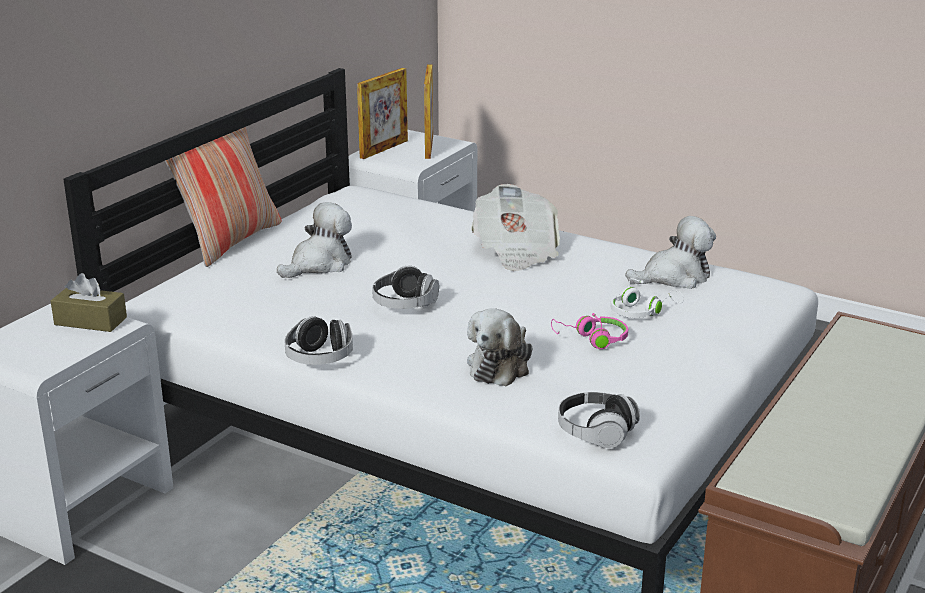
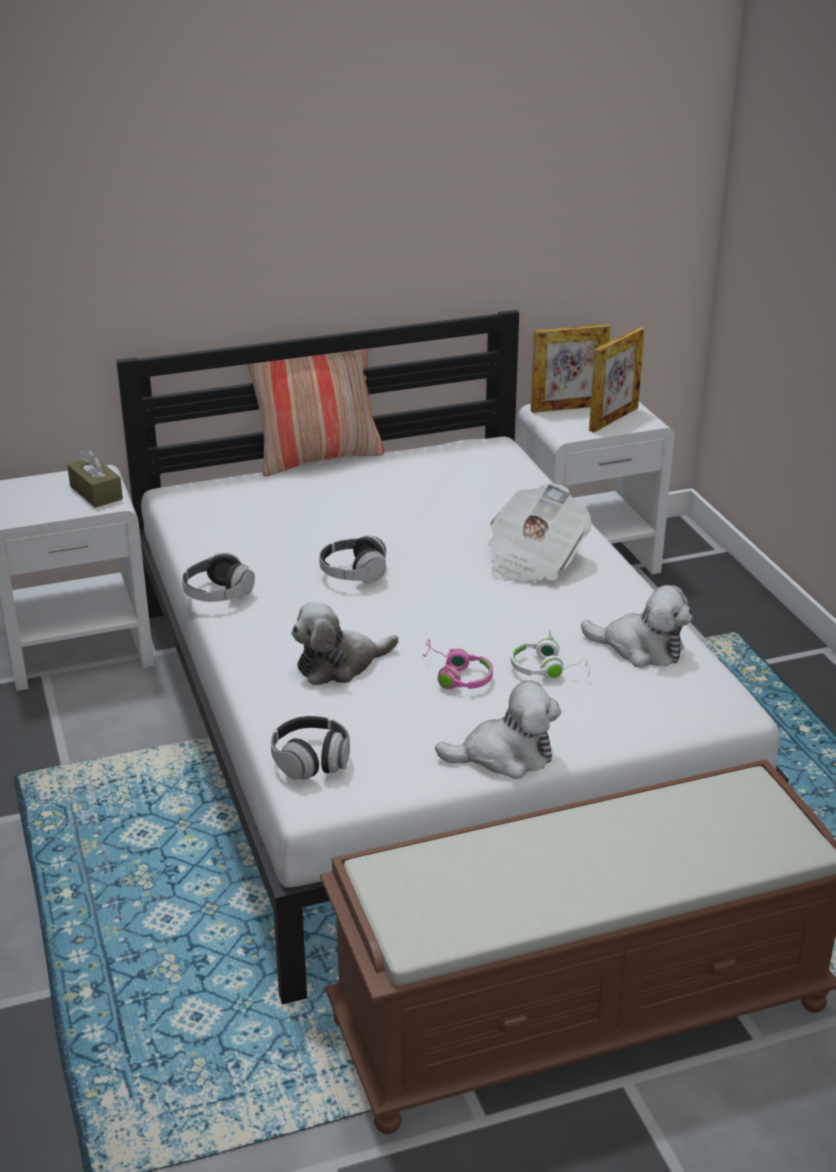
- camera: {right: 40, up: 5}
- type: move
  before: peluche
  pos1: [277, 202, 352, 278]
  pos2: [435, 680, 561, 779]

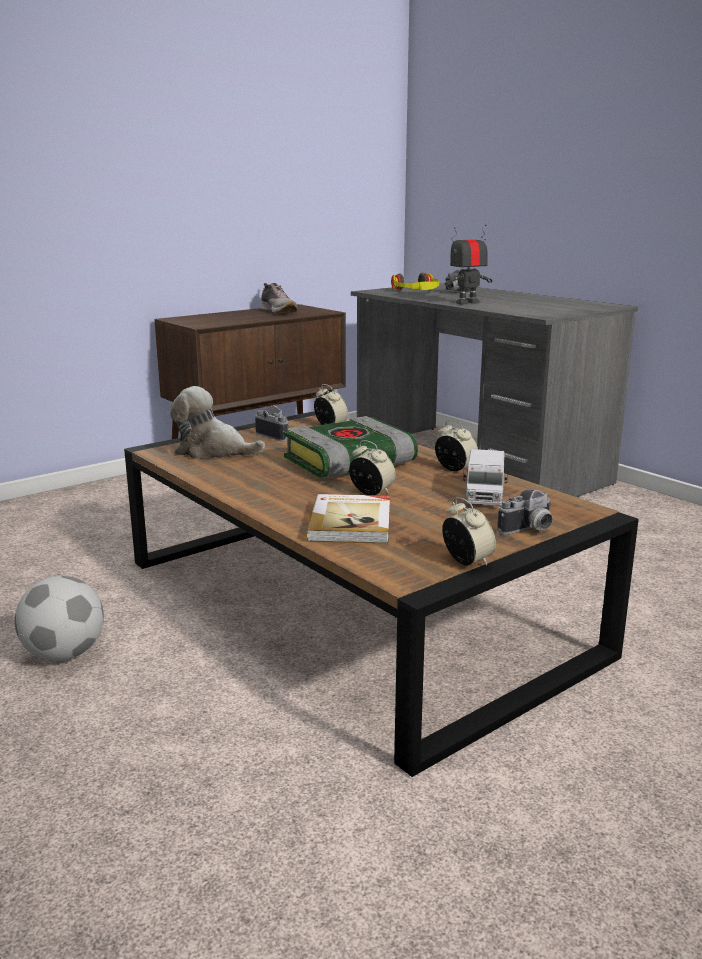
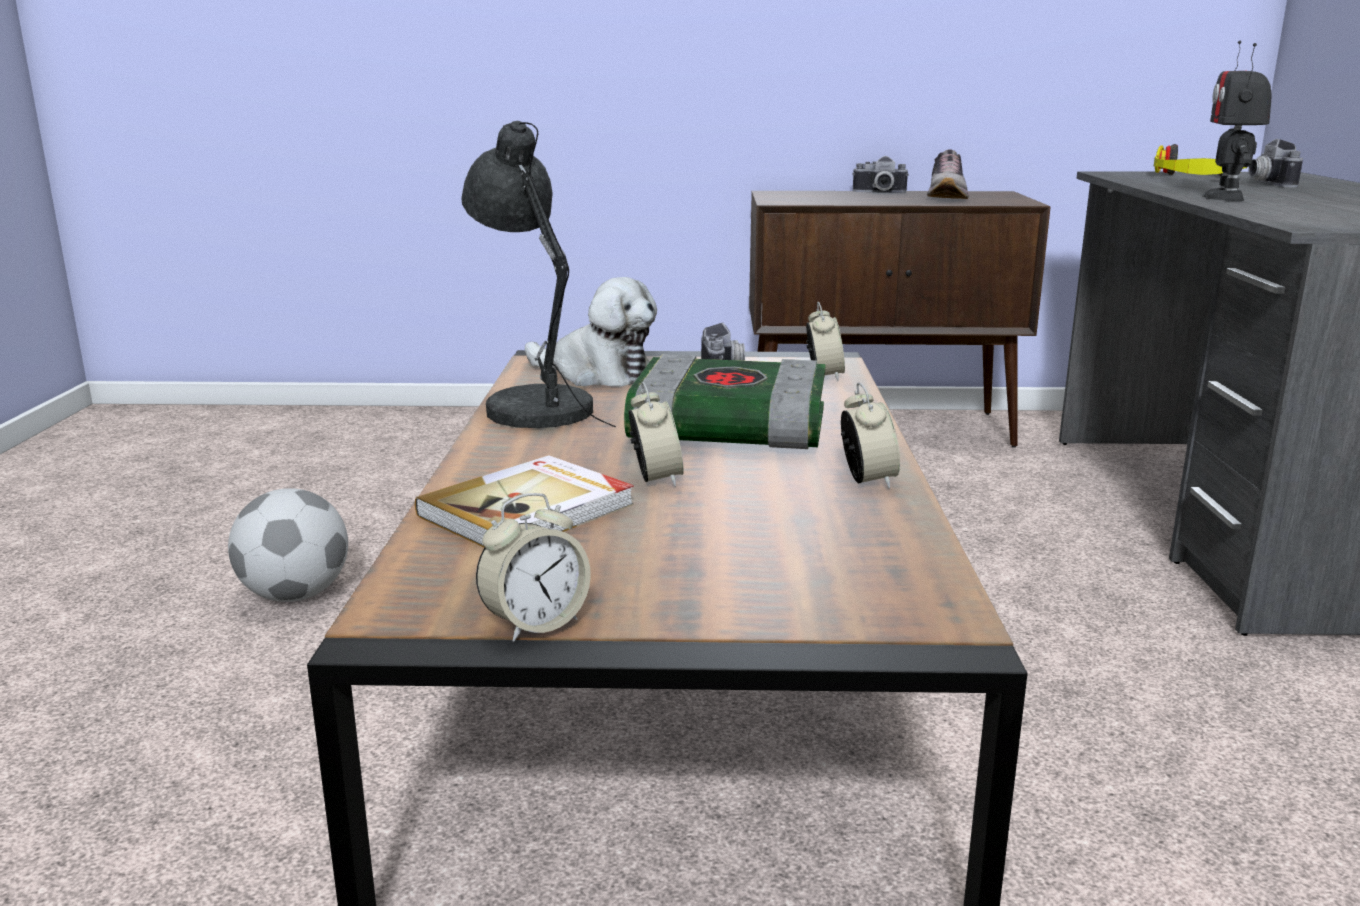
- camera: {right: 40, up: 0}
- type: rotate
  before: peluche
  pos1: [170, 386, 265, 459]
  pos2: [525, 277, 657, 387]
  turn: 150
- type: rotate
  before: despertador
  pos1: [442, 497, 496, 566]
  pos2: [476, 493, 591, 642]
  turn: 45
- type: rotate
  before: robot de juguete
  pos1: [445, 224, 492, 304]
  pos2: [1202, 41, 1271, 201]
  turn: -90
- type: delete
  before: camión de juguete
  pos1: [463, 449, 508, 505]
- type: move
  before: cámara
  pos1: [497, 490, 553, 535]
  pos2: [852, 156, 909, 193]
- type: insert
  after: lámpara de mesa [gris]
  pos2: [461, 121, 616, 428]

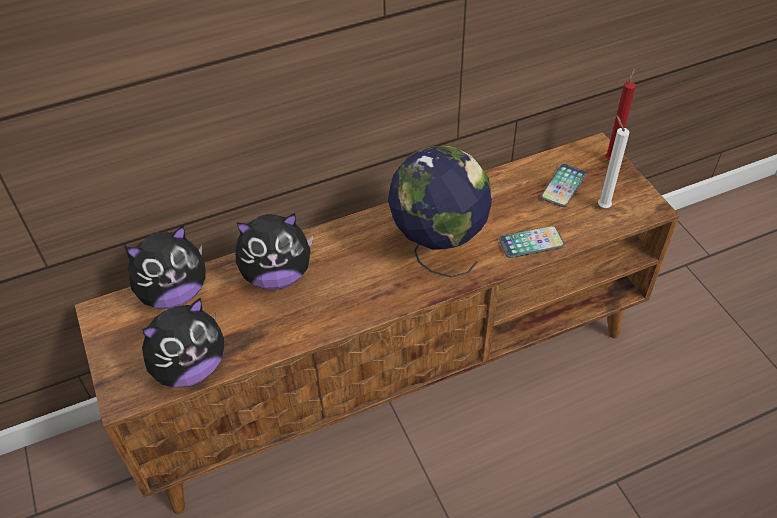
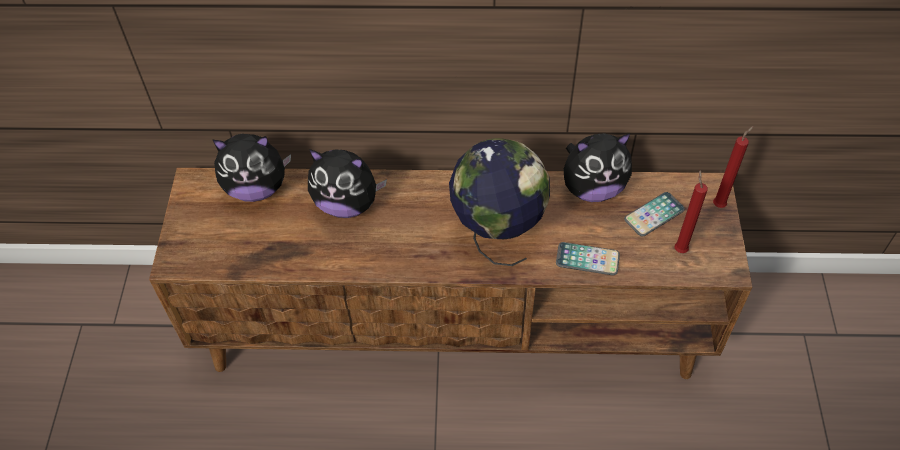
- camera: {right: 25, up: 5}
- type: move
  before: peluche
  pos1: [142, 298, 224, 387]
  pos2: [564, 133, 632, 202]
- type: recolor
  before: vela [blanco]
  after: vela [rojo]
  pos1: [598, 115, 629, 208]
  pos2: [675, 170, 708, 253]

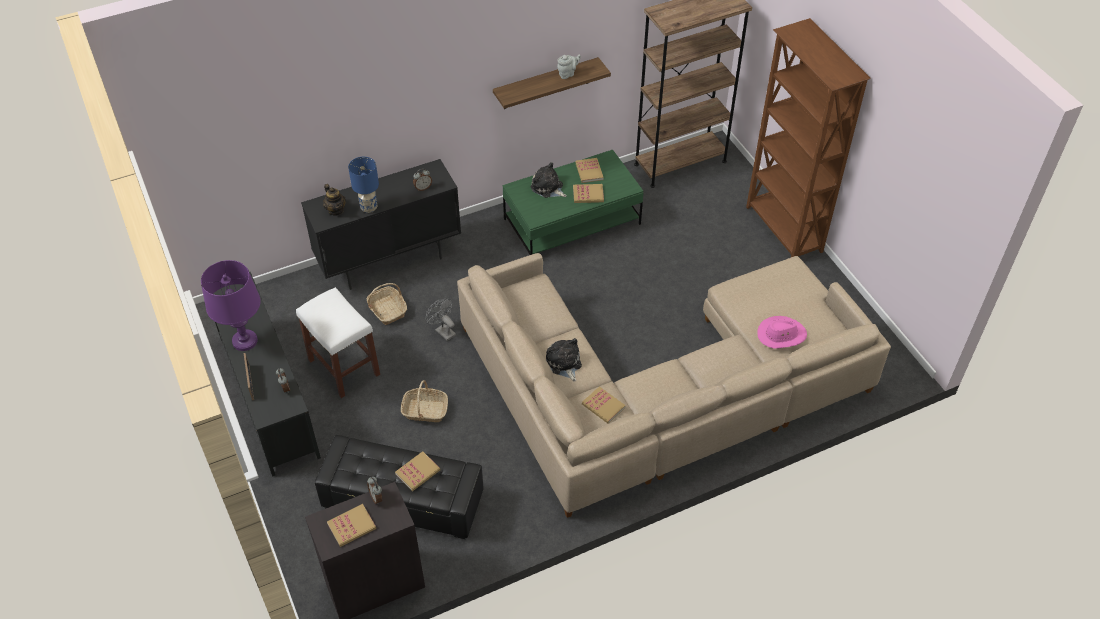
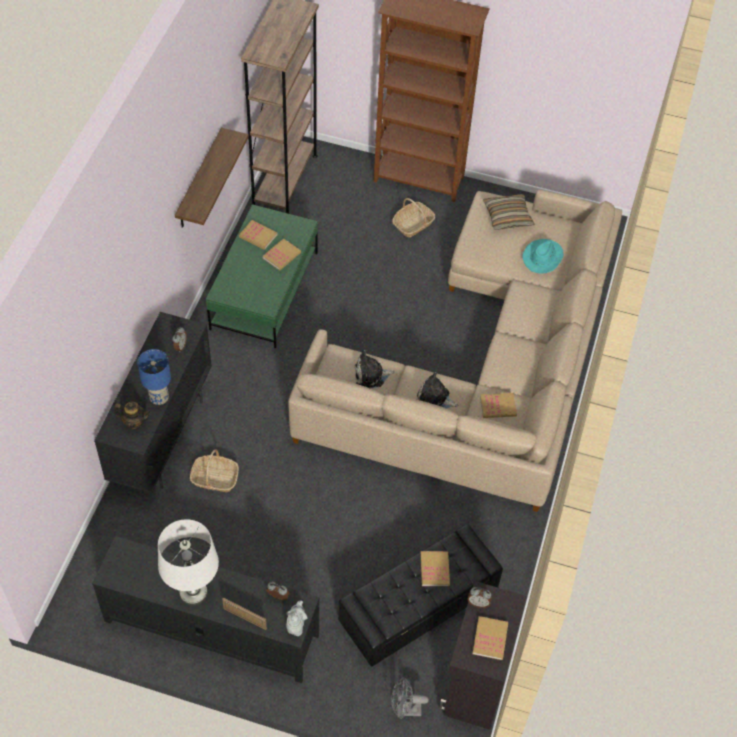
- camera: {right: -50, up: 5}
- type: recolor
  before: lámpara de mesa [morado]
  after: lámpara de mesa [blanco]
  pos1: [201, 260, 261, 351]
  pos2: [158, 519, 219, 606]
- type: delete
  before: taburete [blanco]
  pos1: [296, 287, 380, 398]
- type: move
  before: cesta
  pos1: [401, 380, 448, 422]
  pos2: [392, 198, 435, 237]
- type: move
  before: ventilador [gris]
  pos1: [425, 299, 456, 341]
  pos2: [391, 677, 429, 719]
- type: move
  before: peluche
  pos1: [531, 162, 566, 198]
  pos2: [355, 350, 395, 389]
- type: move
  before: tetera [gris]
  pos1: [557, 55, 581, 79]
  pos2: [286, 601, 308, 636]
- type: recolor
  before: sombrero [rosa]
  after: sombrero [turquesa]
  pos1: [757, 316, 807, 349]
  pos2: [522, 239, 563, 274]
- type: insert
  after: cojín
  pos2: [483, 194, 535, 230]

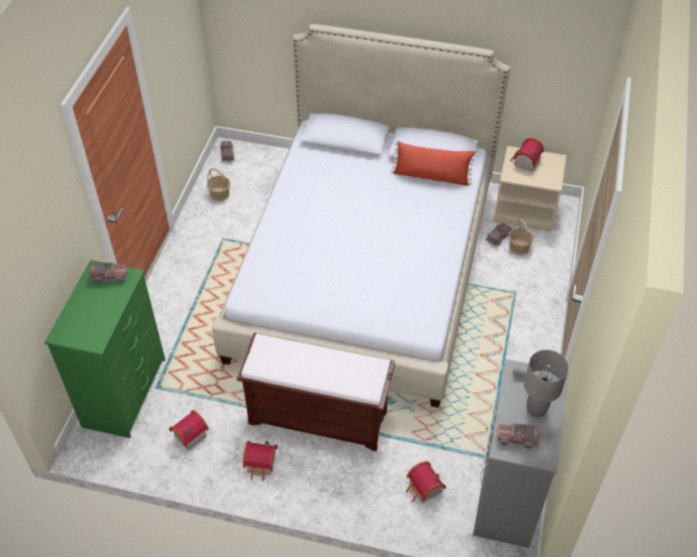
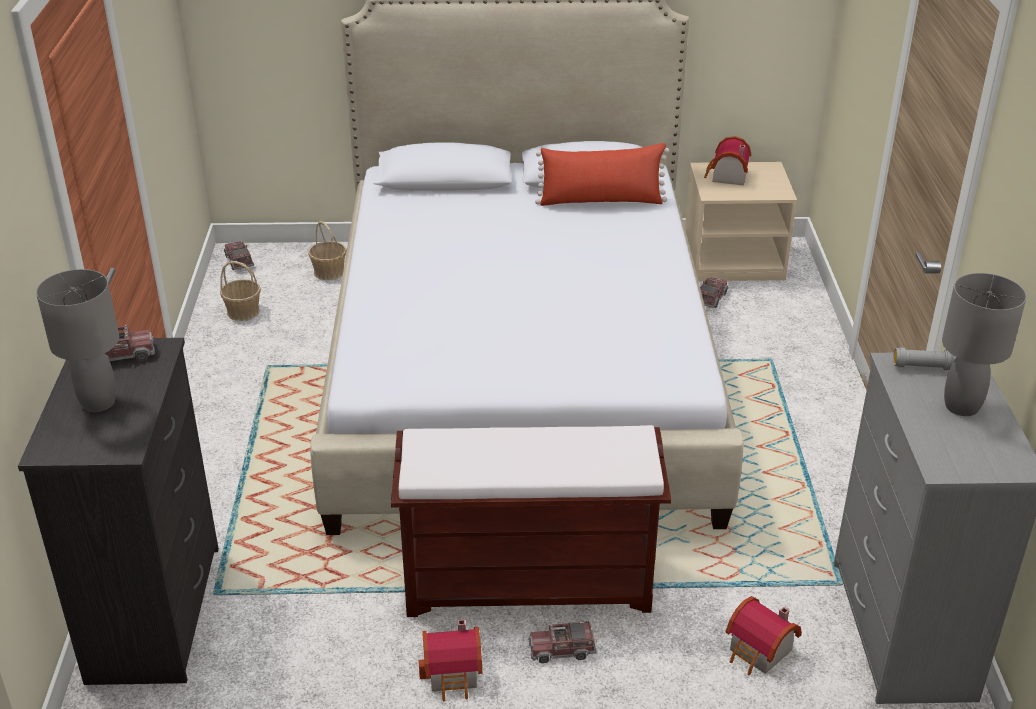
- camera: {right: -15, up: -15}
- type: recolor
  before: cómoda [verde]
  after: cómoda [negro]
  pos1: [44, 260, 165, 438]
  pos2: [18, 338, 219, 685]
- type: delete
  before: casita
  pos1: [169, 410, 209, 450]
- type: move
  before: camión de juguete
  pos1: [497, 423, 539, 449]
  pos2: [529, 621, 597, 663]
- type: move
  before: cesta
  pos1: [509, 219, 534, 255]
  pos2: [308, 221, 347, 280]
- type: insert
  after: lámpara de mesa [gris]
  pos2: [36, 269, 119, 412]

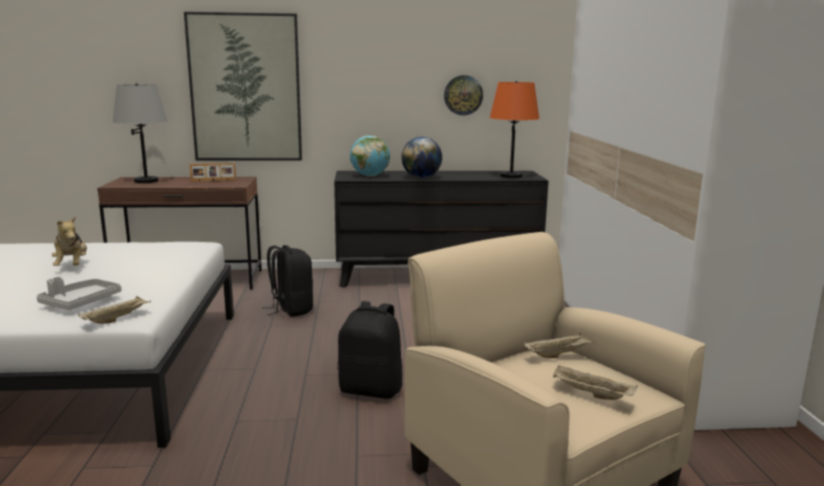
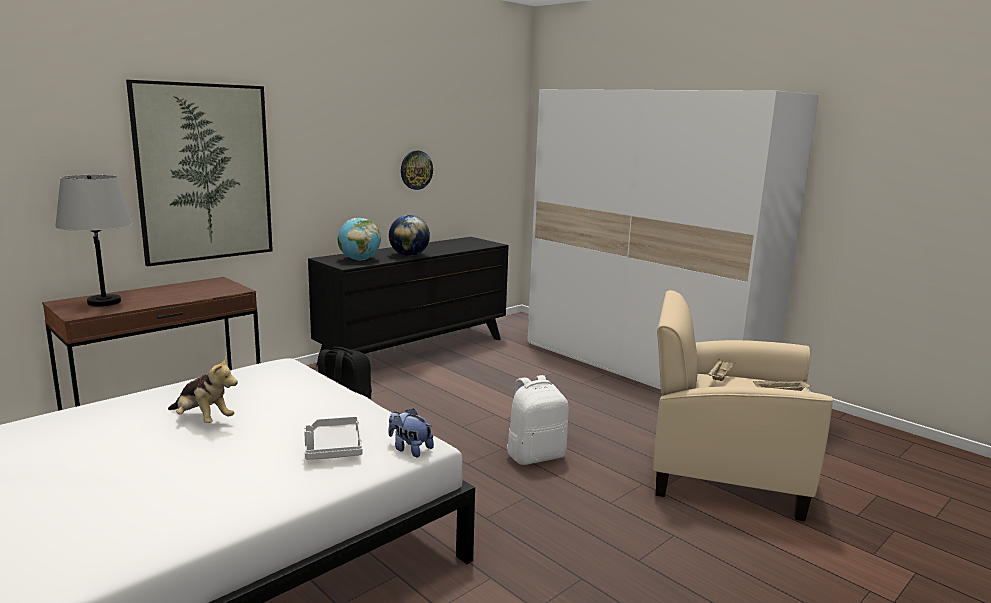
- camera: {right: -40, up: 0}
- type: replace
  before: bandeja [beis]
  after: peluche
  pos1: [78, 296, 151, 324]
  pos2: [388, 408, 434, 457]
- type: delete
  before: portarretratos
  pos1: [190, 163, 236, 182]
- type: recolor
  before: mochila [negro]
  after: mochila [blanco]
  pos1: [337, 301, 403, 399]
  pos2: [507, 375, 569, 465]
- type: delete
  before: lámpara de mesa [naranja]
  pos1: [490, 81, 540, 178]

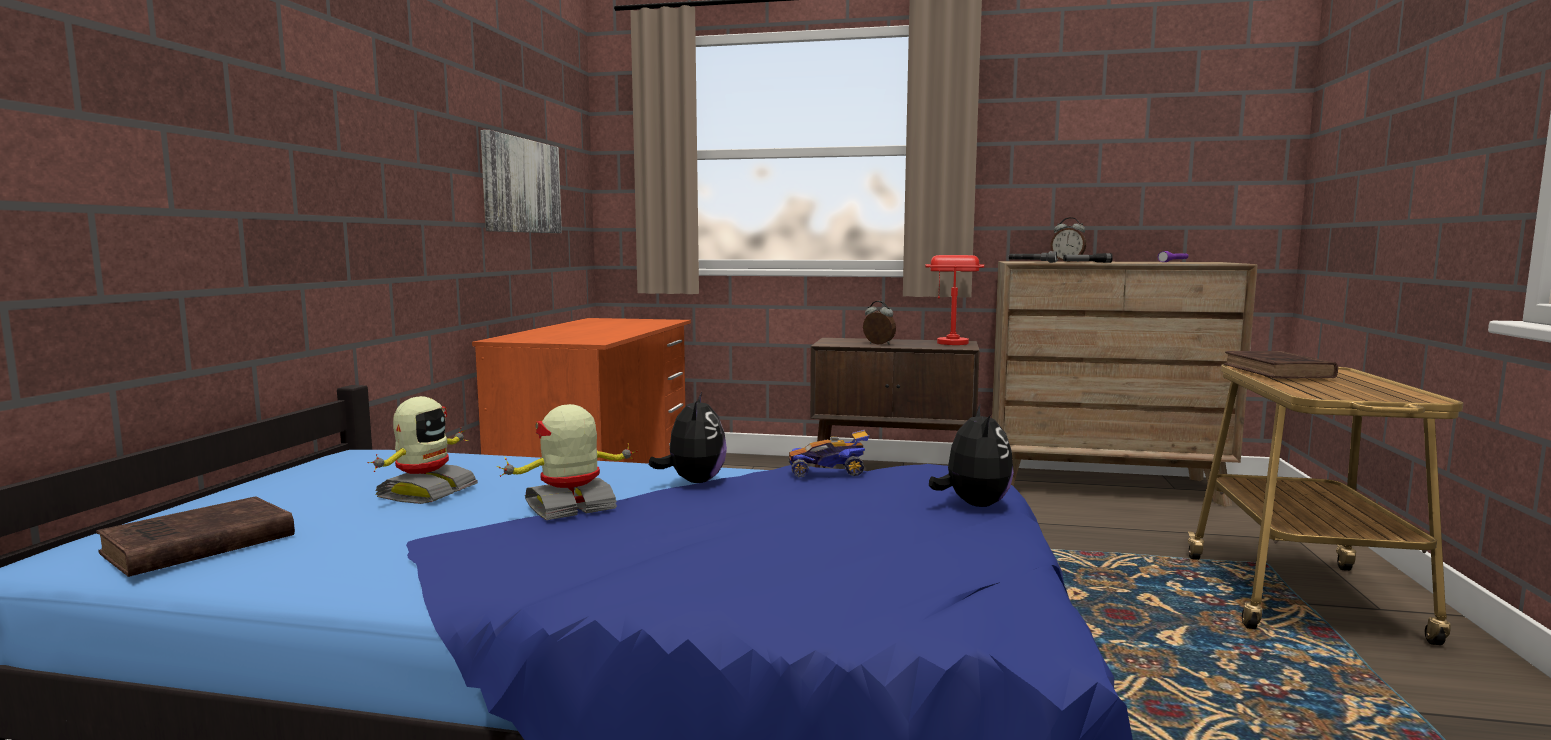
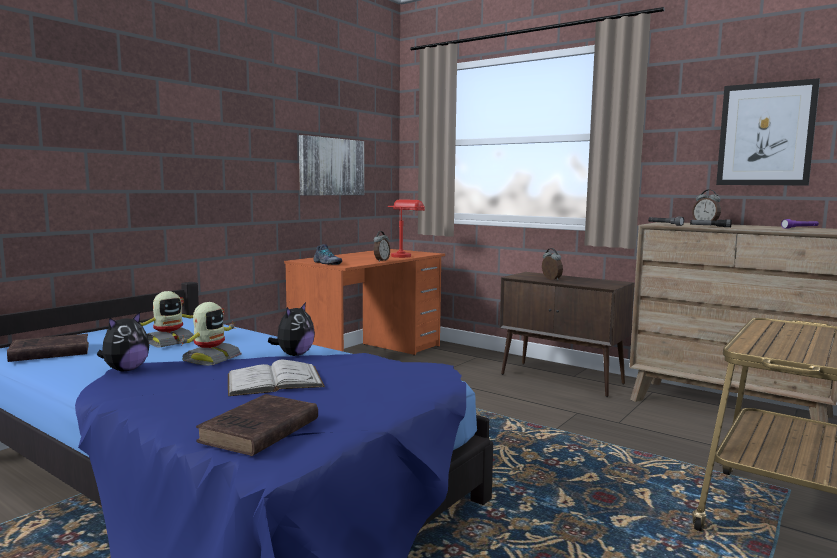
- camera: {right: 25, up: 0}
- type: rotate
  before: robot de juguete
  pos1: [497, 404, 637, 520]
  pos2: [178, 302, 242, 366]
  turn: 120
- type: delete
  before: coche de juguete
  pos1: [788, 430, 869, 478]
- type: move
  before: lámpara de mesa [rojo]
  pos1: [925, 255, 984, 345]
  pos2: [388, 199, 425, 258]
- type: move
  before: peluche
  pos1: [929, 405, 1014, 507]
  pos2: [97, 312, 149, 371]
- type: move
  before: libro [marrón]
  pos1: [1224, 351, 1338, 378]
  pos2: [196, 394, 318, 456]
- type: insert
  after: libro [blanco]
  pos2: [228, 360, 325, 396]
- type: insert
  after: zapato
  pos2: [313, 244, 342, 265]
- type: insert
  after: despertador
  pos2: [374, 231, 390, 262]
- type: insert
  after: cuadro
  pos2: [716, 78, 820, 186]

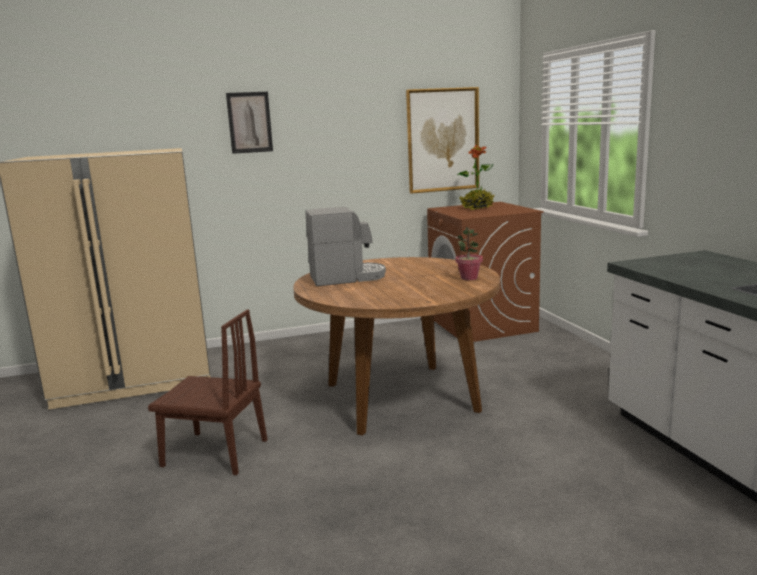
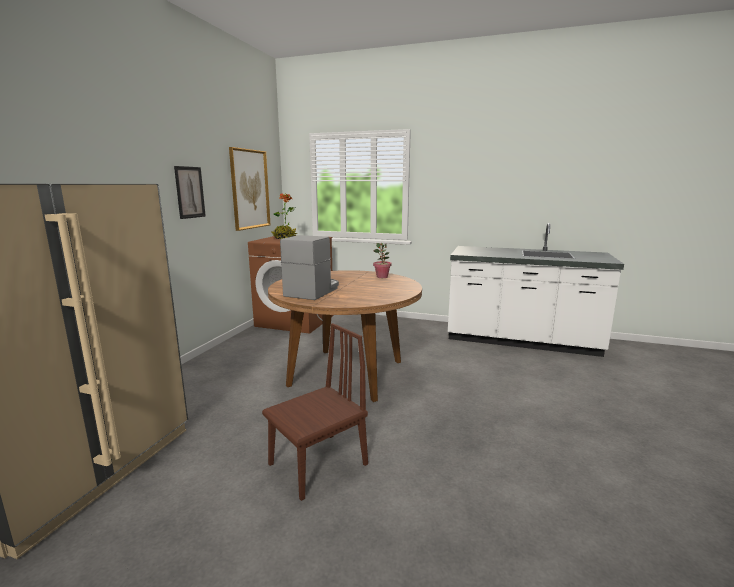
- camera: {right: -55, up: 0}
- type: move
  before: cuadro
  pos1: [226, 92, 273, 154]
  pos2: [174, 166, 206, 219]

